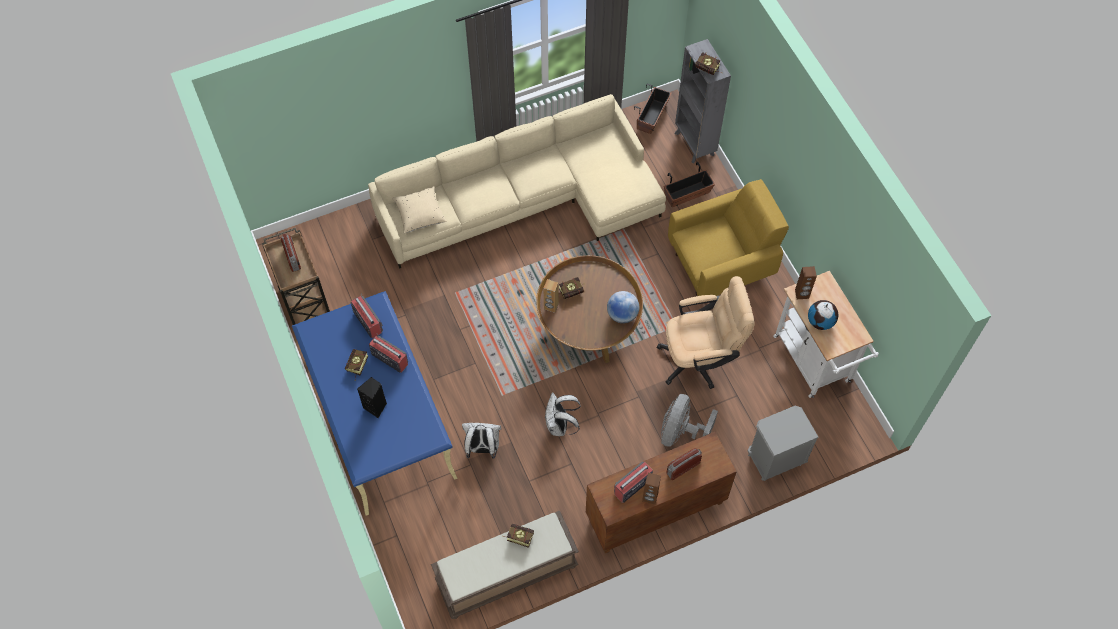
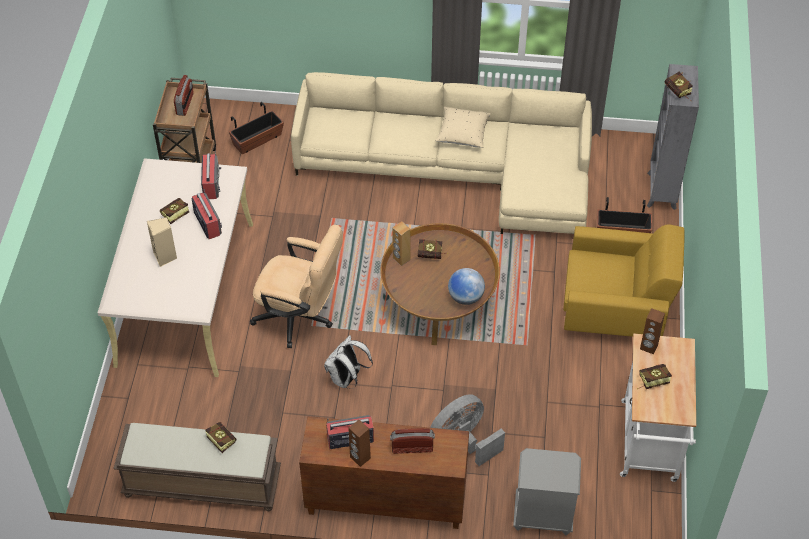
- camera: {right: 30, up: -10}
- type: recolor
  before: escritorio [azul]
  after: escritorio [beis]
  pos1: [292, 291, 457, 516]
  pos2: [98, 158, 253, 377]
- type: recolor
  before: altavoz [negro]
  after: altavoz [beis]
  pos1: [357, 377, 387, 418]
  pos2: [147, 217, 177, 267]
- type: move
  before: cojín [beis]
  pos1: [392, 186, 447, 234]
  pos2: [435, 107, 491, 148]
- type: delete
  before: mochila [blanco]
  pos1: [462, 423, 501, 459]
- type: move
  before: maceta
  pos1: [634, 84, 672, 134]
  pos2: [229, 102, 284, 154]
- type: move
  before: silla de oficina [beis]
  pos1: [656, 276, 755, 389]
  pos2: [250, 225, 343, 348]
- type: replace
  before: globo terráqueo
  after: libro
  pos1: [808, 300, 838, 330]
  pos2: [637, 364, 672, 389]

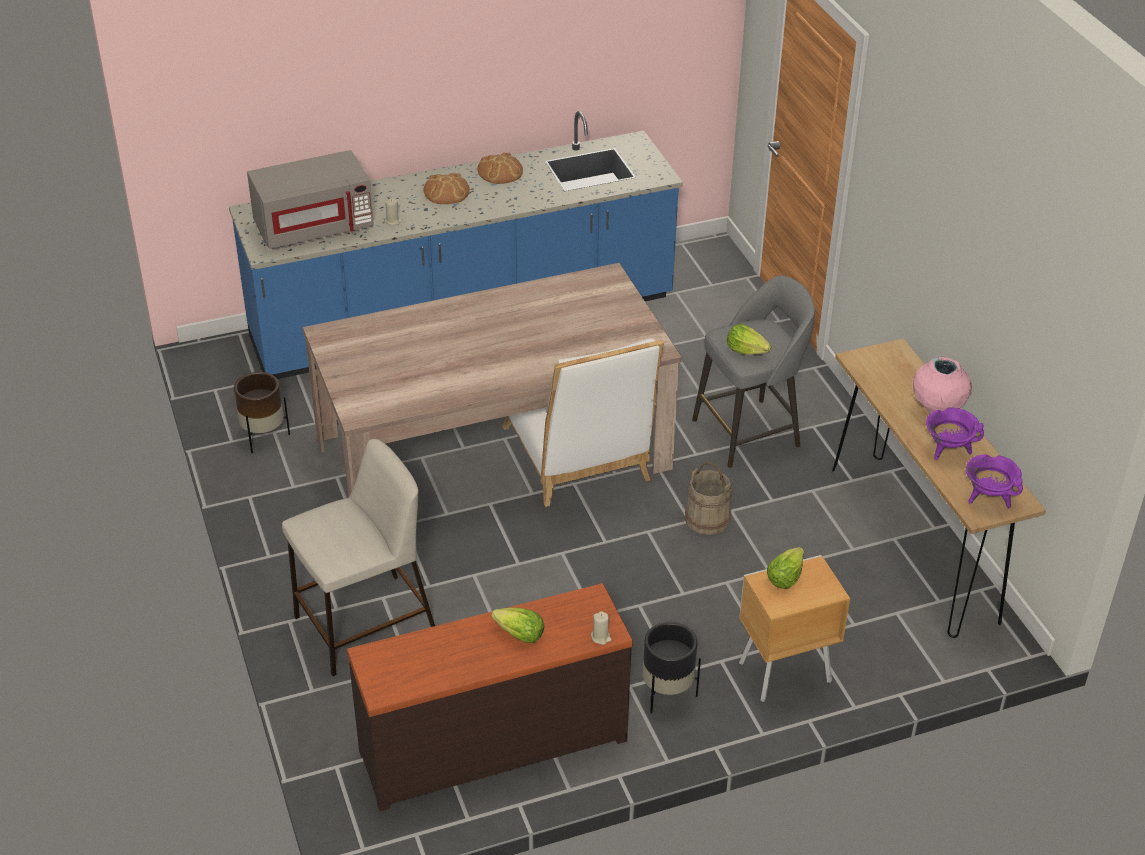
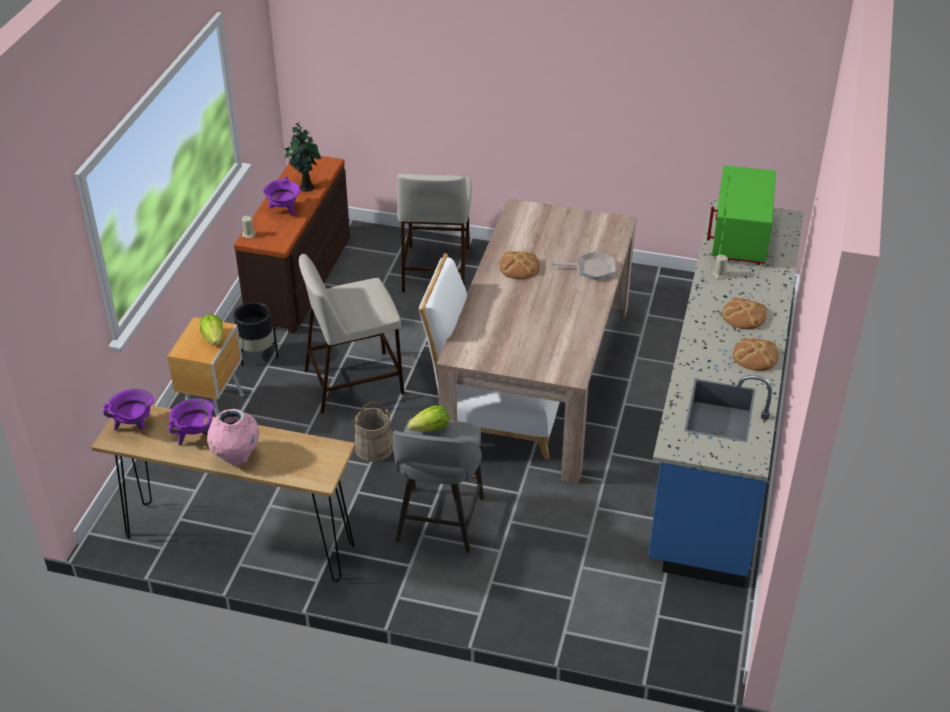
- camera: {right: 125, up: 0}
- type: delete
  before: maceta [marrón]
  pos1: [234, 372, 290, 453]
- type: recolor
  before: microondas [gris]
  after: microondas [verde]
  pos1: [247, 150, 374, 249]
  pos2: [707, 165, 776, 265]
- type: replace
  before: lechuga
  after: olla [morado]
  pos1: [491, 607, 544, 643]
  pos2: [263, 176, 300, 216]
- type: insert
  after: planta en maceta
  pos2: [285, 123, 321, 192]
- type: insert
  after: taburete [beis]
  pos2: [299, 254, 404, 413]
- type: insert
  after: pan
  pos2: [499, 251, 540, 279]
- type: insert
  after: sartén
  pos2: [551, 251, 616, 280]

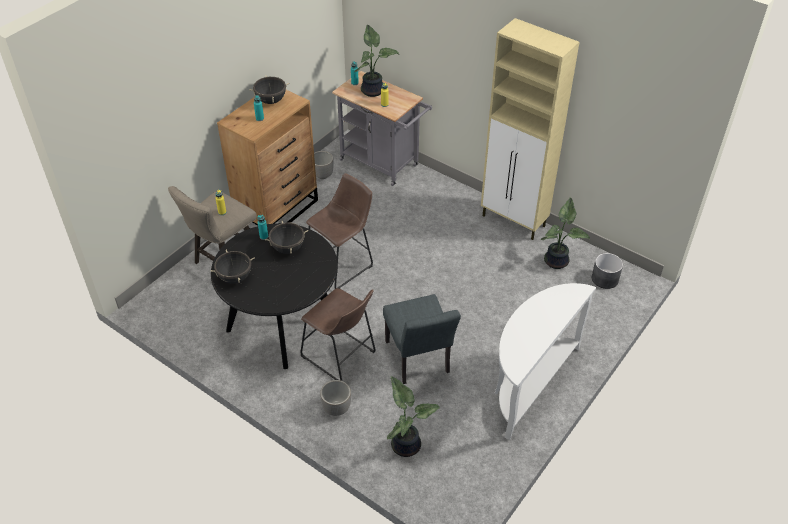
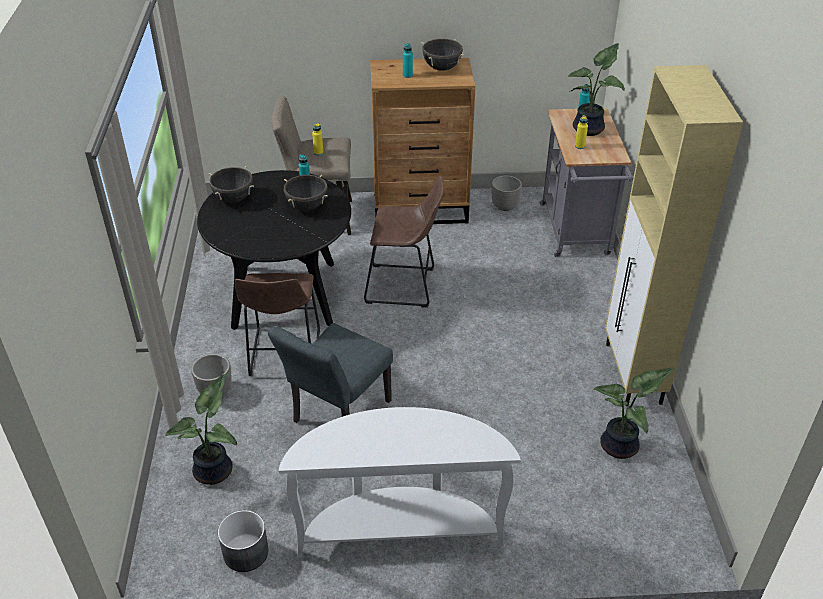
- camera: {right: 50, up: -5}
- type: move
  before: maceta [gris]
  pos1: [592, 253, 623, 289]
  pos2: [218, 510, 269, 572]

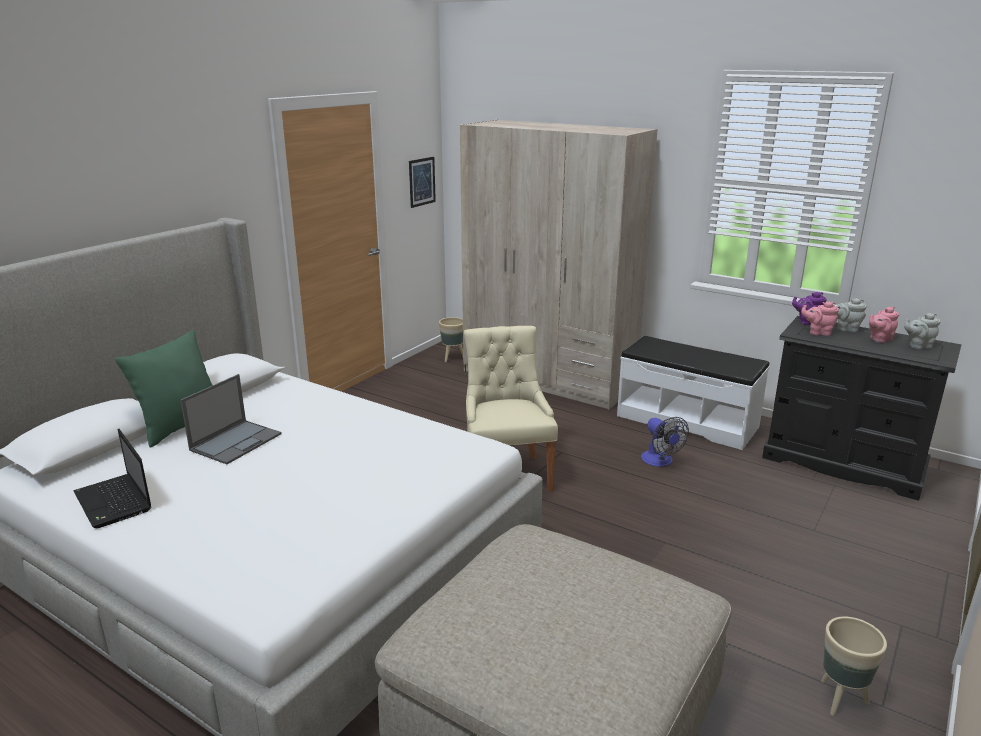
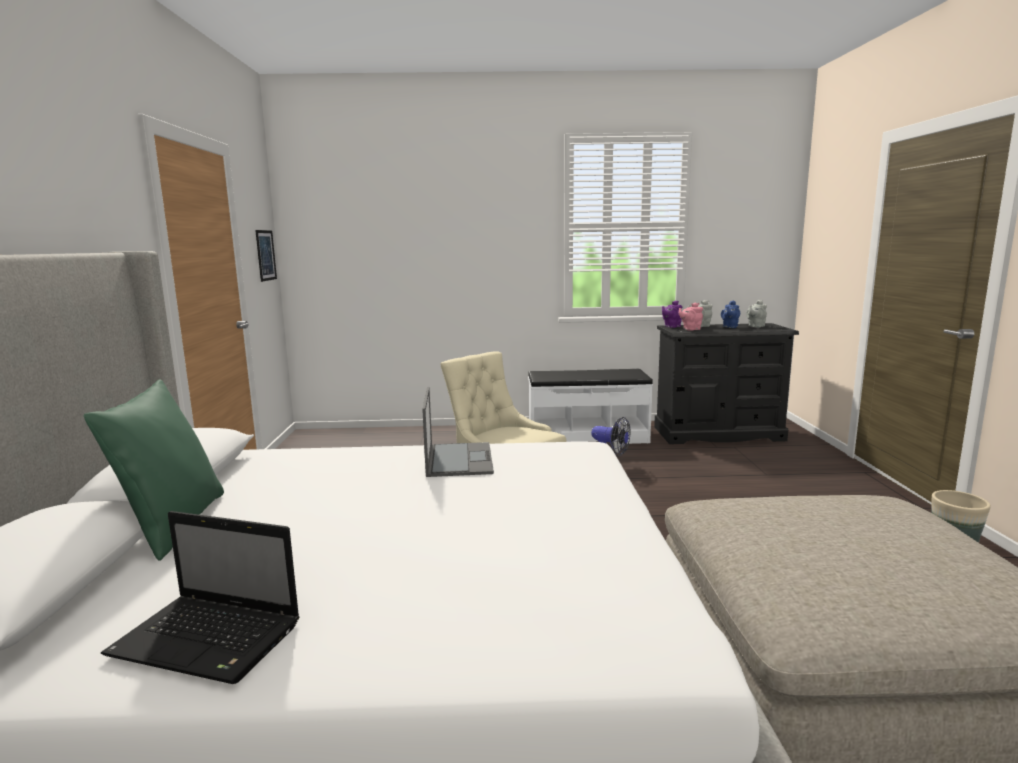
- camera: {right: -35, up: -10}
- type: move
  before: portátil
  pos1: [180, 374, 282, 464]
  pos2: [422, 387, 494, 477]
- type: delete
  before: maceta [beis]
  pos1: [439, 317, 463, 362]
- type: delete
  before: armario ropero [beis]
  pos1: [460, 120, 658, 410]
- type: recolor
  before: tetera [rosa]
  after: tetera [azul]
  pos1: [869, 307, 899, 343]
  pos2: [721, 300, 740, 328]

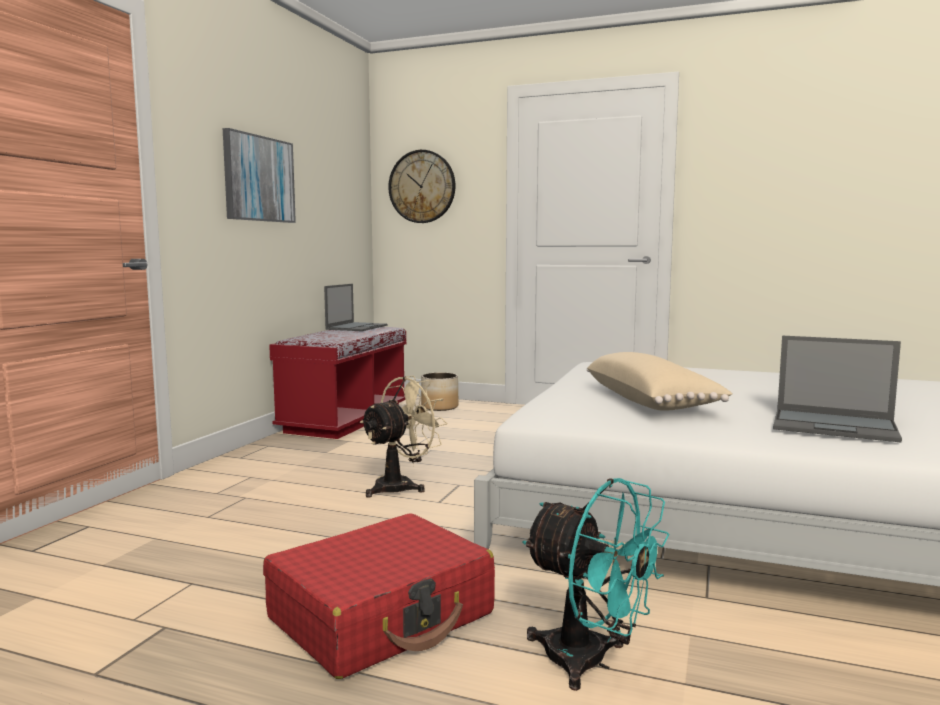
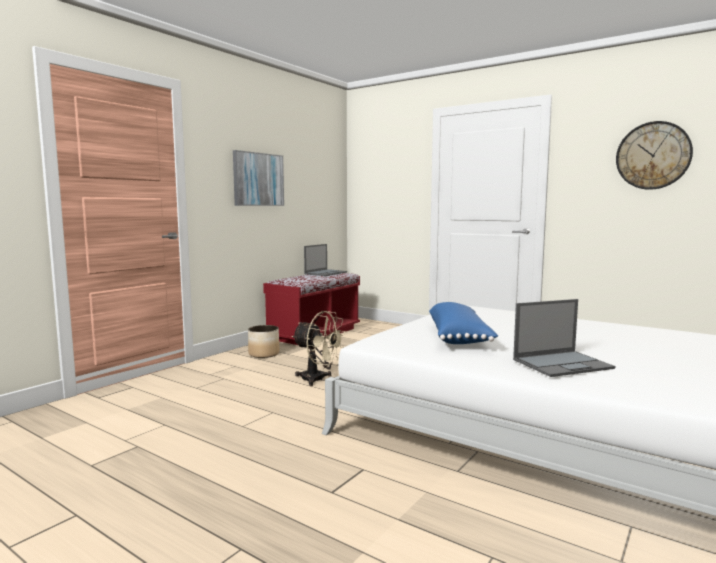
- camera: {right: 15, up: 0}
- type: delete
  before: maleta [rojo]
  pos1: [263, 514, 495, 679]
- type: rotate
  before: ventilador [beis]
  pos1: [359, 375, 448, 498]
  pos2: [292, 311, 346, 386]
  turn: 60
- type: move
  before: reloj de pared
  pos1: [388, 150, 455, 223]
  pos2: [616, 121, 693, 190]
- type: move
  before: maceta
  pos1: [421, 373, 458, 411]
  pos2: [248, 325, 280, 358]
- type: delete
  before: ventilador [turquesa]
  pos1: [522, 478, 670, 691]
- type: recolor
  before: cojín [beis]
  after: cojín [azul]
  pos1: [587, 352, 733, 411]
  pos2: [429, 302, 498, 344]
- type: rotate
  before: portátil
  pos1: [773, 336, 902, 442]
  pos2: [513, 299, 615, 377]
  turn: -60

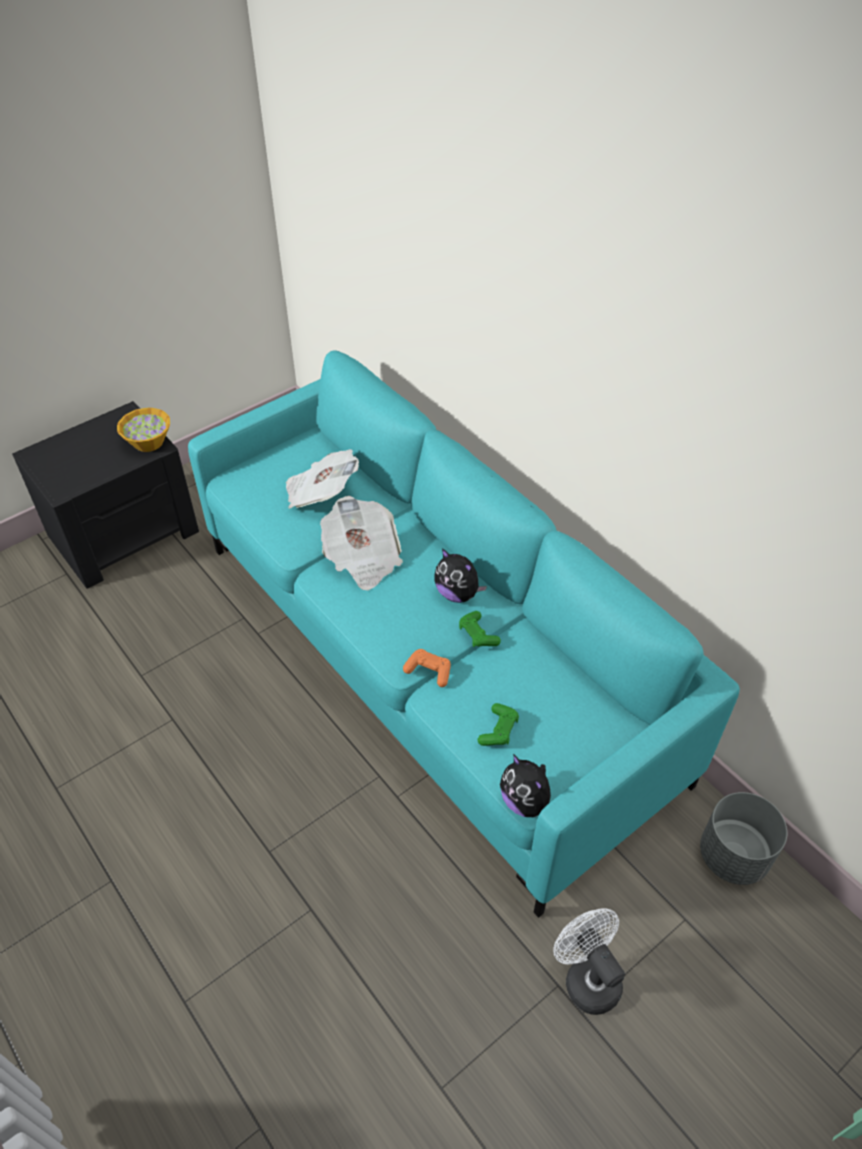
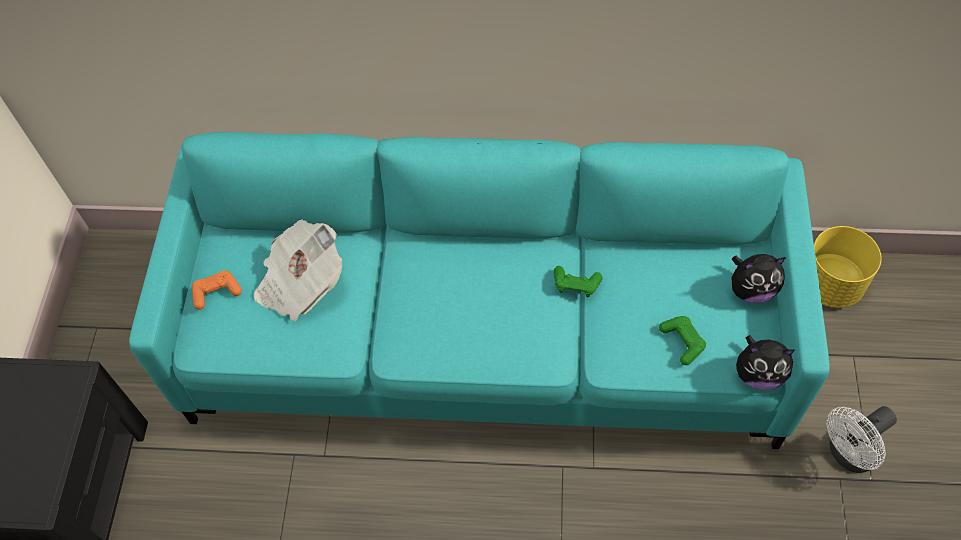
- camera: {right: -45, up: 10}
- type: delete
  before: cuenco
  pos1: [117, 408, 170, 452]
- type: delete
  before: periódico
  pos1: [320, 496, 403, 591]
- type: move
  before: mando de consola [naranja]
  pos1: [403, 649, 451, 687]
  pos2: [192, 270, 242, 310]
- type: move
  before: peluche
  pos1: [434, 549, 487, 603]
  pos2: [732, 254, 786, 303]
- type: rotate
  before: ventilador [blanco]
  pos1: [553, 908, 625, 1015]
  pos2: [826, 406, 897, 473]
  turn: -45
- type: recolor
  before: maceta [gris]
  after: maceta [amarillo]
  pos1: [700, 792, 787, 885]
  pos2: [814, 226, 882, 308]

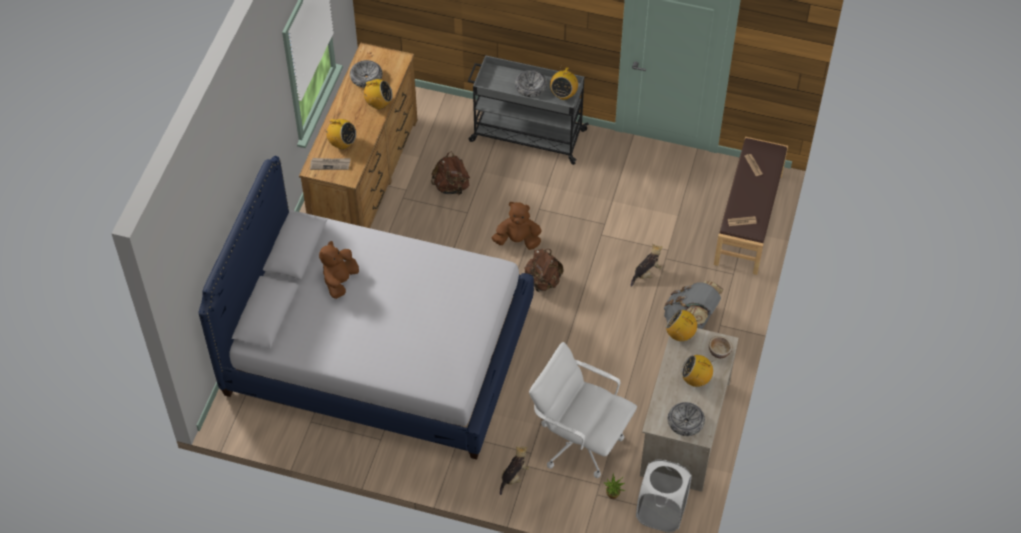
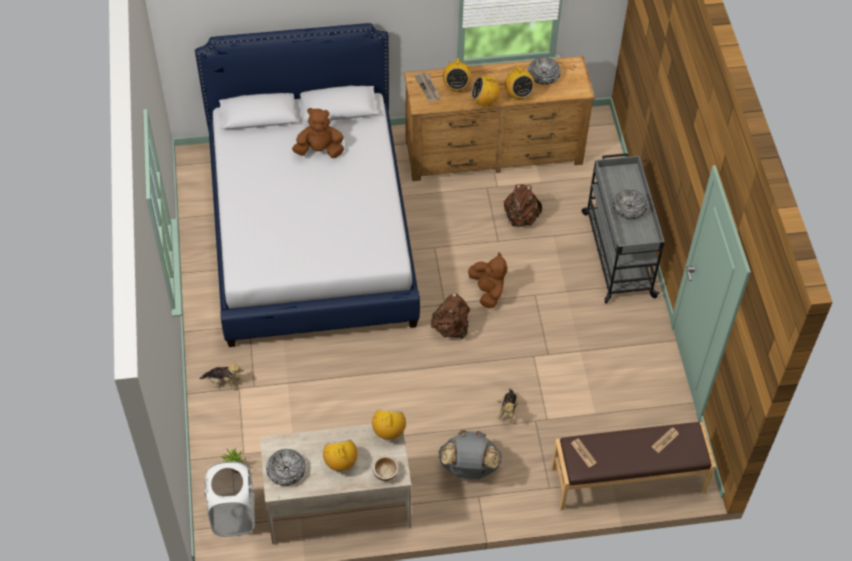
- camera: {right: 65, up: 0}
- type: delete
  before: silla de oficina [blanco]
  pos1: [529, 342, 637, 478]
- type: move
  before: radio
  pos1: [550, 67, 578, 100]
  pos2: [471, 76, 500, 107]
- type: rotate
  before: peluche
  pos1: [631, 244, 663, 287]
  pos2: [497, 389, 518, 423]
  turn: 75

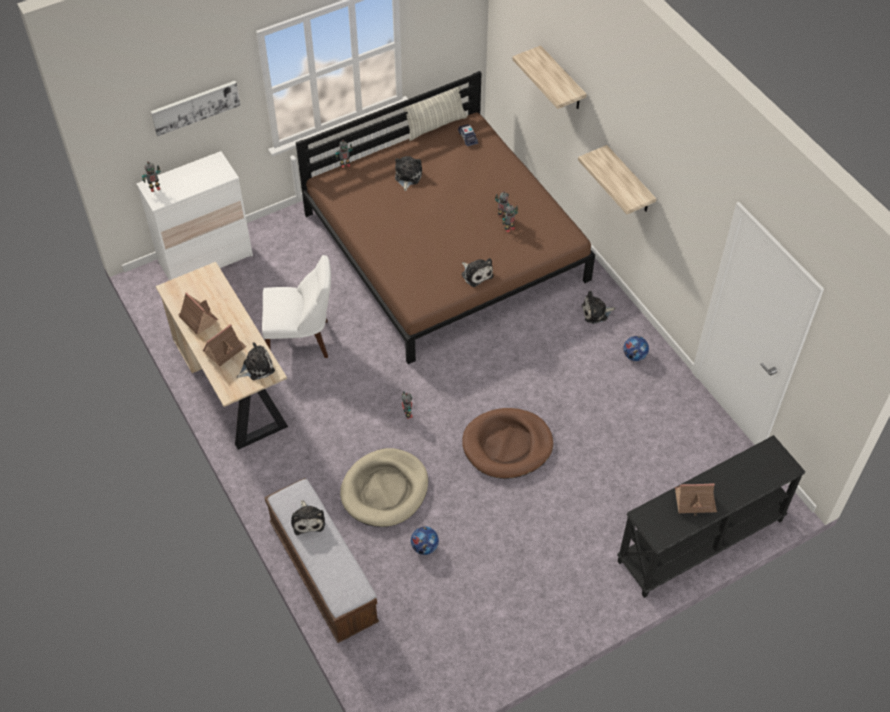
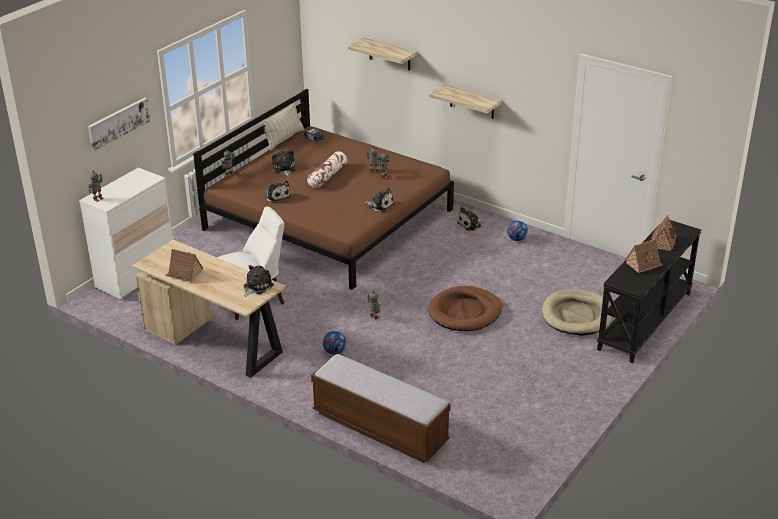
- camera: {right: -25, up: -20}
- type: move
  before: casita
  pos1: [203, 324, 247, 366]
  pos2: [651, 215, 676, 251]
- type: move
  before: peluche
  pos1: [291, 500, 325, 535]
  pos2: [265, 181, 291, 203]
- type: move
  before: cama para perro [beis]
  pos1: [340, 448, 428, 527]
  pos2: [542, 289, 612, 336]
- type: move
  before: balón de fútbol
  pos1: [411, 527, 439, 555]
  pos2: [323, 331, 346, 355]
- type: insert
  after: cojín
  pos2: [307, 151, 347, 189]

